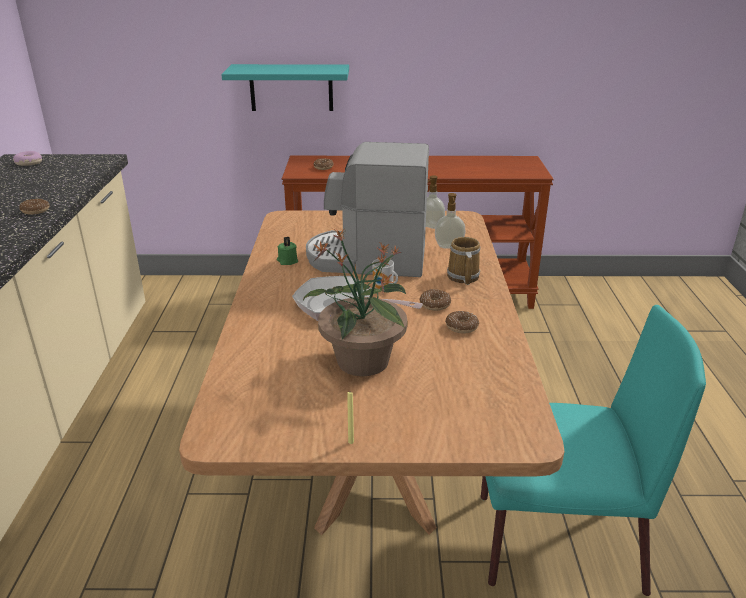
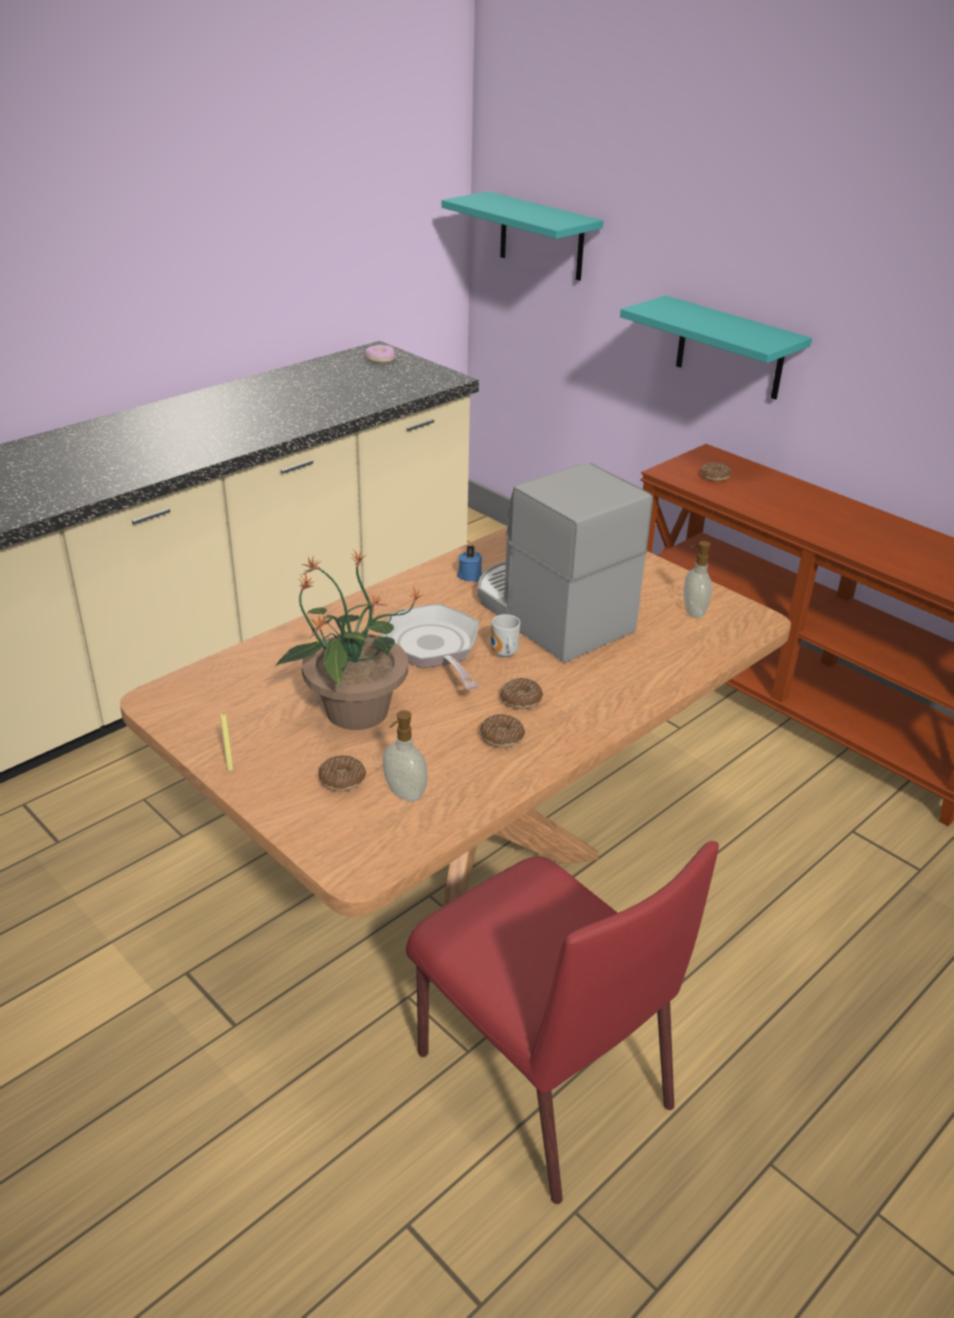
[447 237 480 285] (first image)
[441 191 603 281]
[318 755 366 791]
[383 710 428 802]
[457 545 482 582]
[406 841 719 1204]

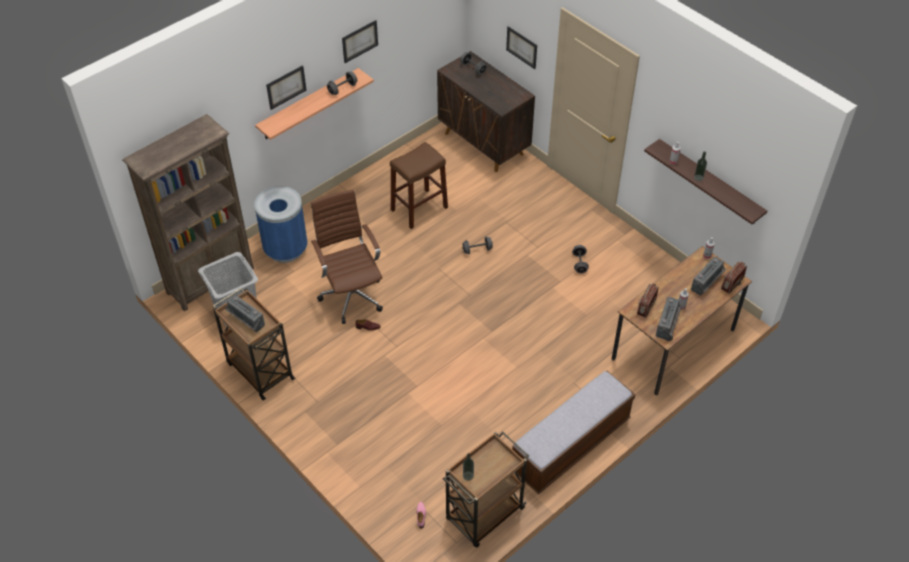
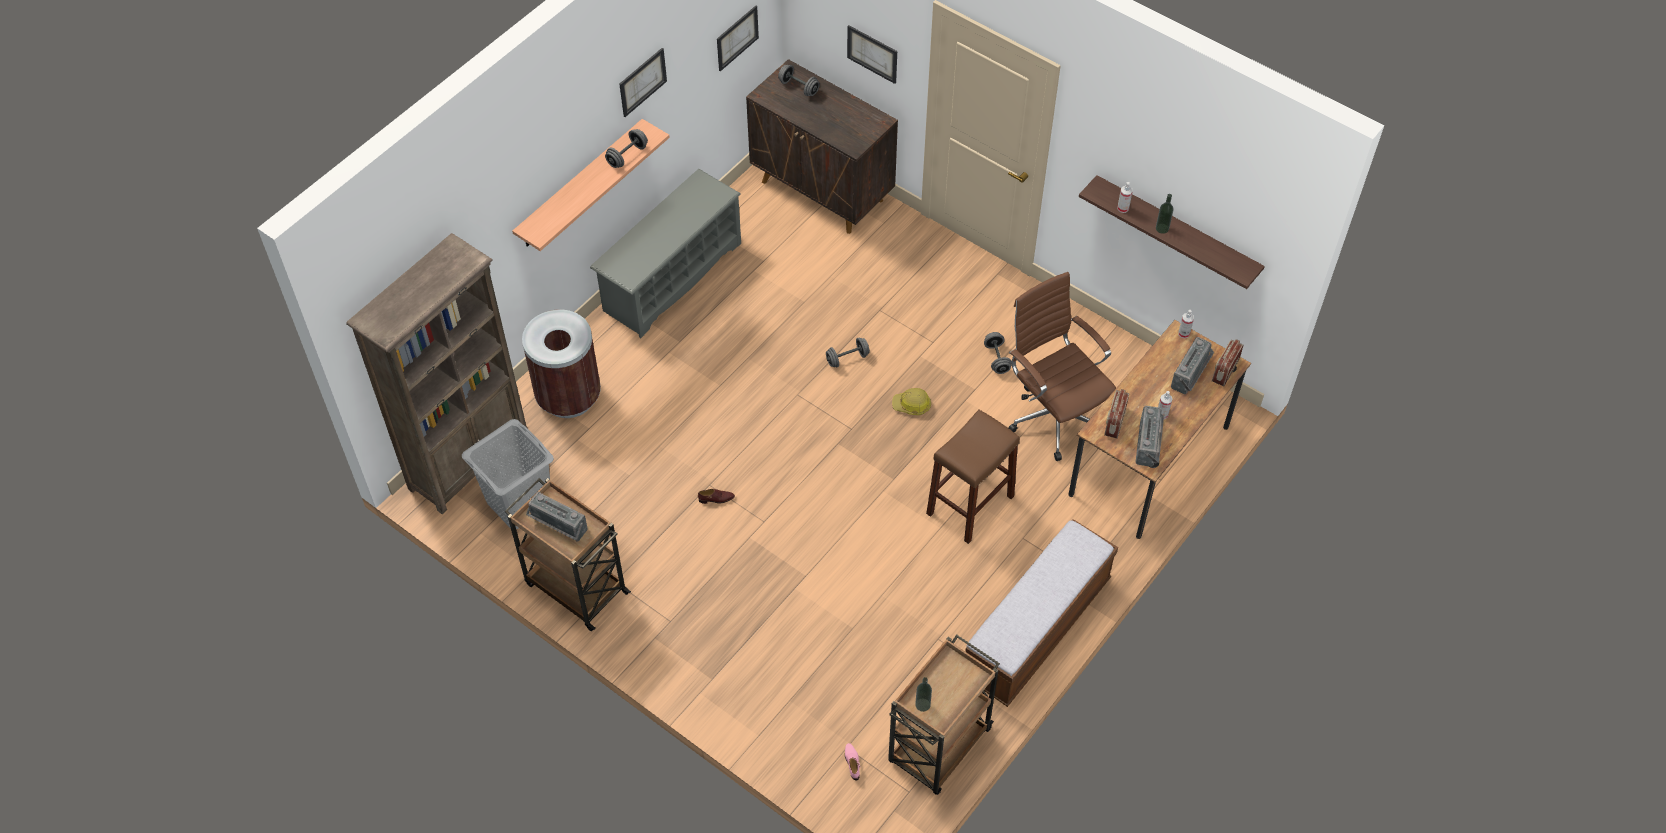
[590 169 741 338]
[892 388 931 415]
[717 6 759 71]
[1008 272 1116 461]
[926 409 1020 544]
[522 310 601 418]

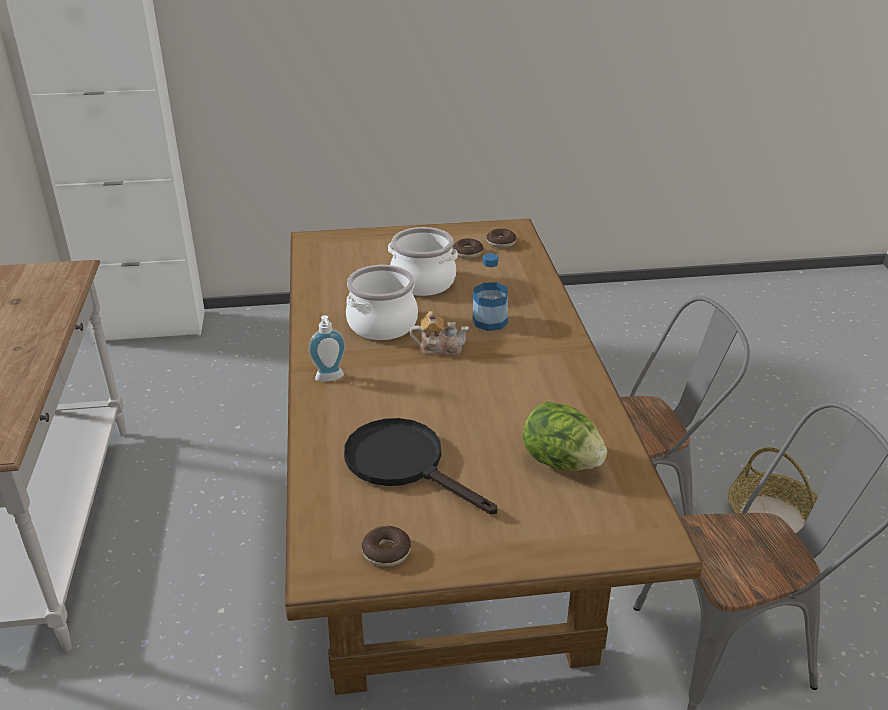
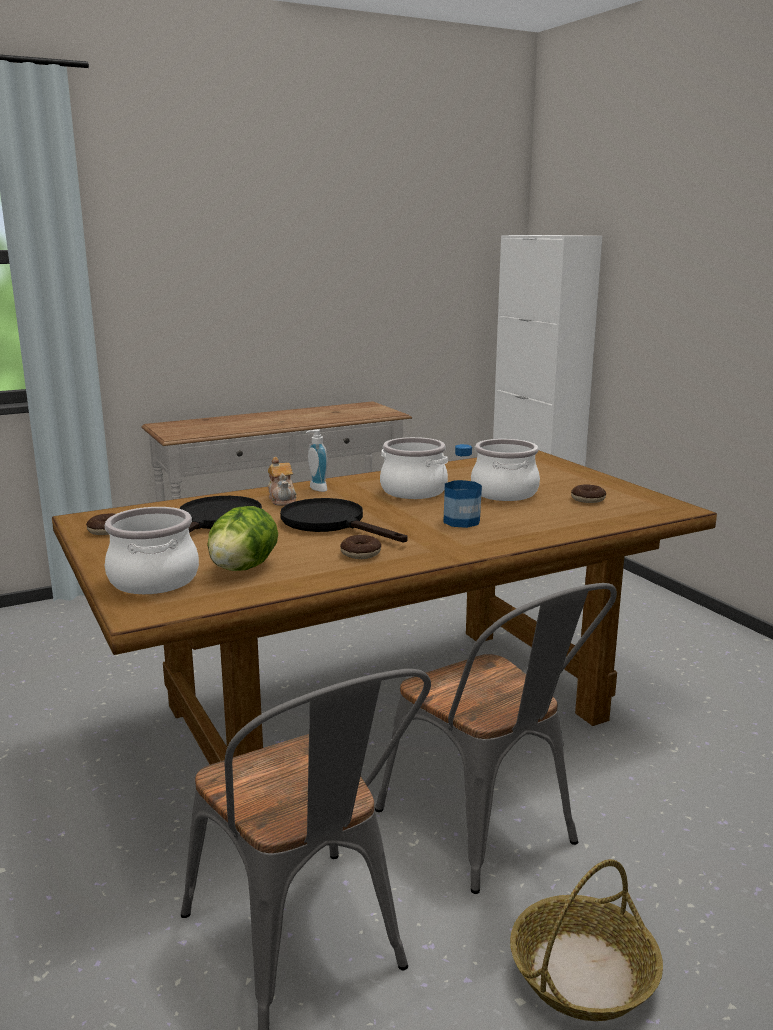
[105 507 199 594]
[280 498 408 542]
[268 457 297 506]
[340 535 381 559]

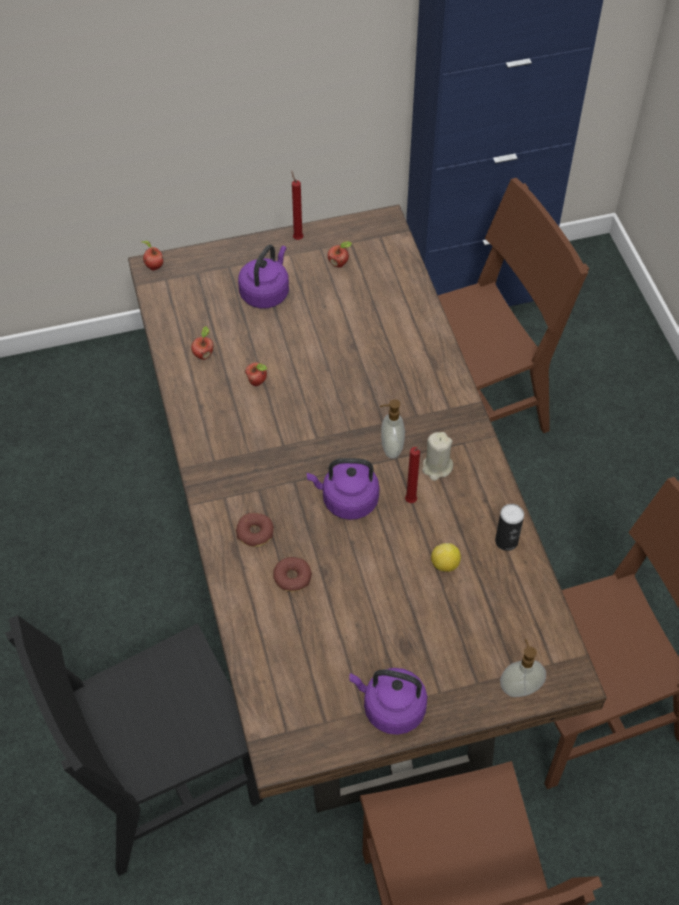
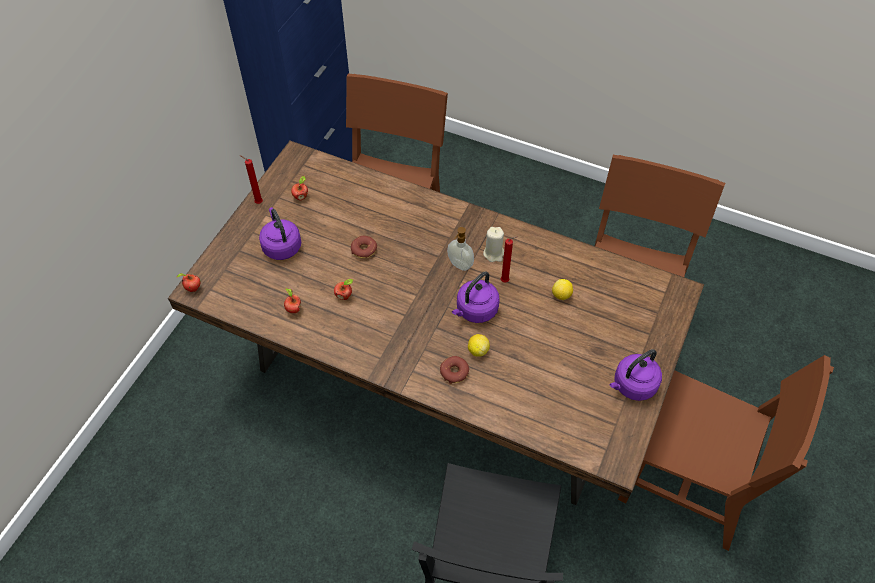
[495 504 524 551] (first image)
[500 639 546 697] (first image)
[468 334 490 357]
[351 236 377 258]

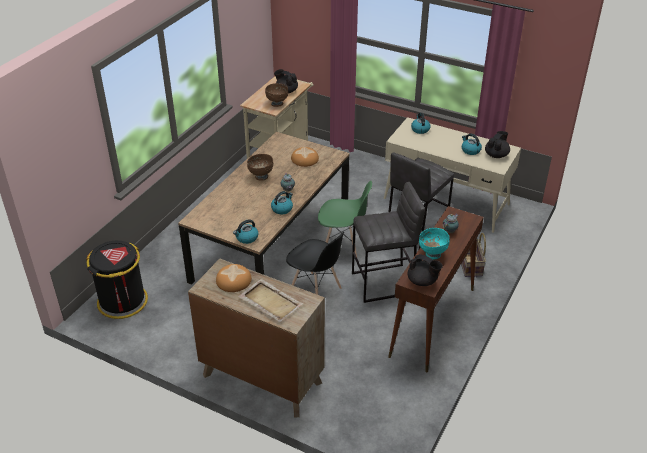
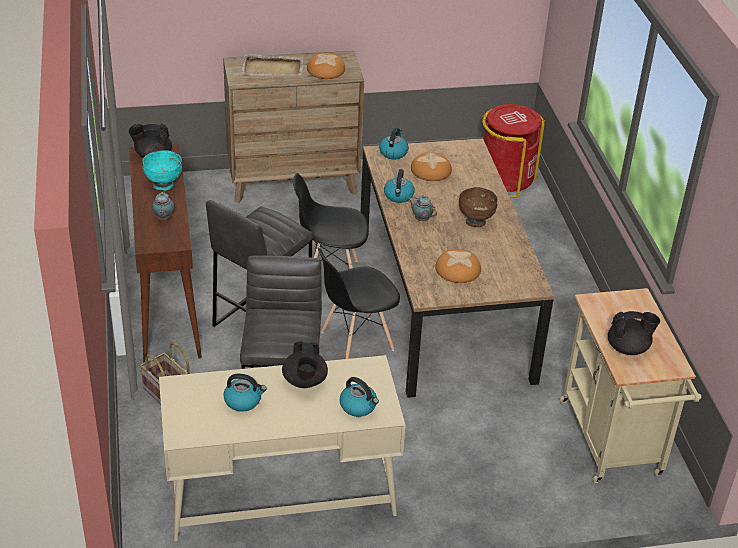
[265 83 288 107] (first image)
[411 152 452 181]
[282 341 328 388]
[482 104 545 198]
[318 248 400 359]

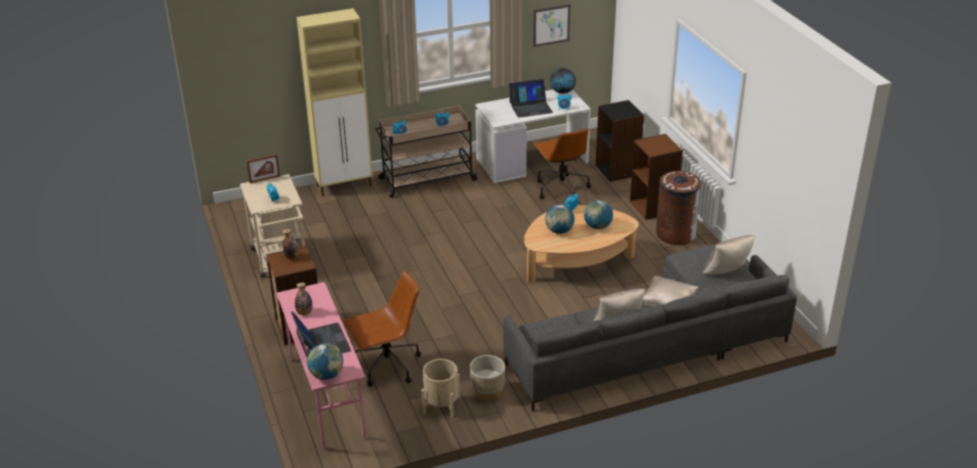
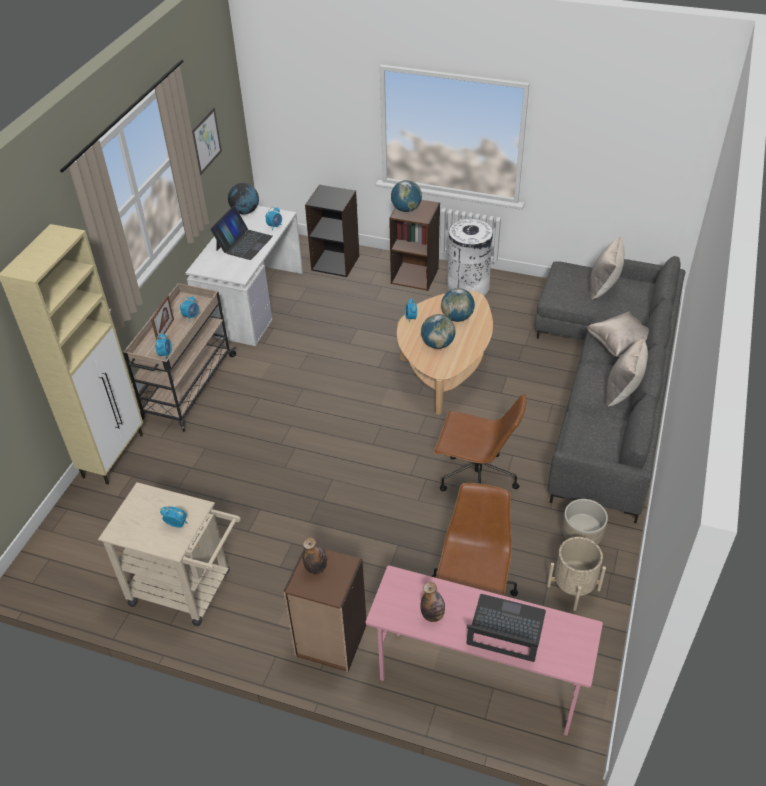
[151 295 174 340]
[391 180 422 212]
[434 394 527 491]
[447 219 493 296]

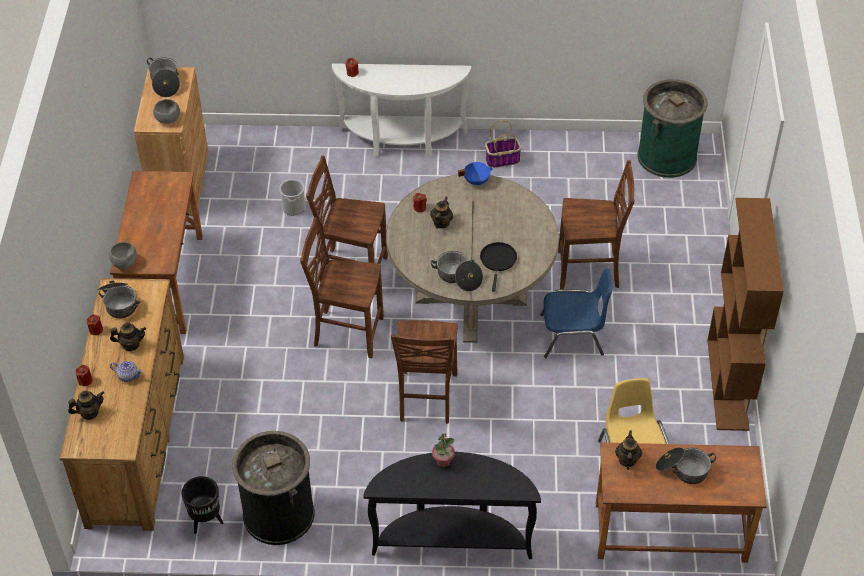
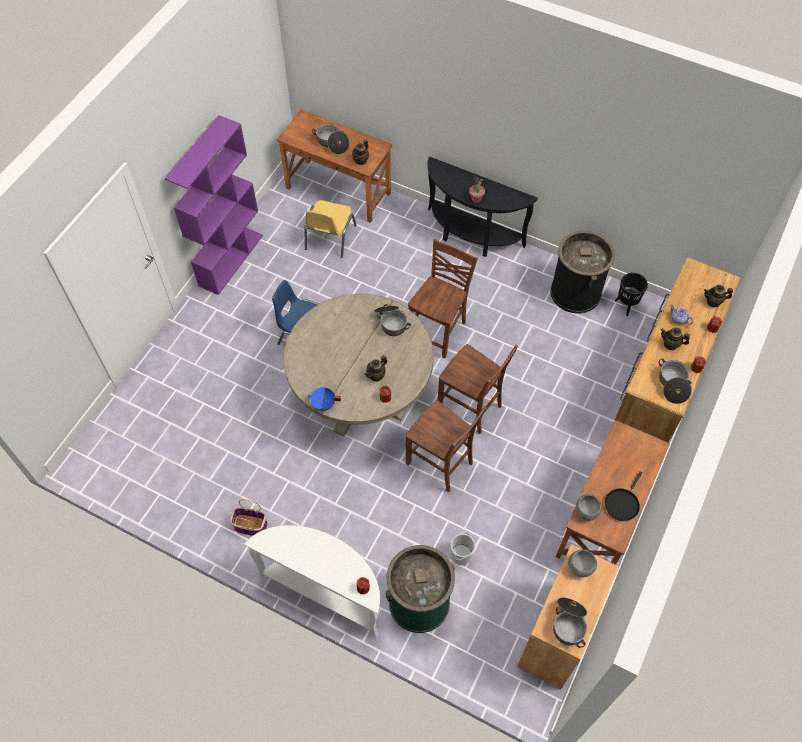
[558 160 635 289] (first image)
[576 494 602 521]
[605 471 642 521]
[386 545 455 633]
[165 115 263 295]

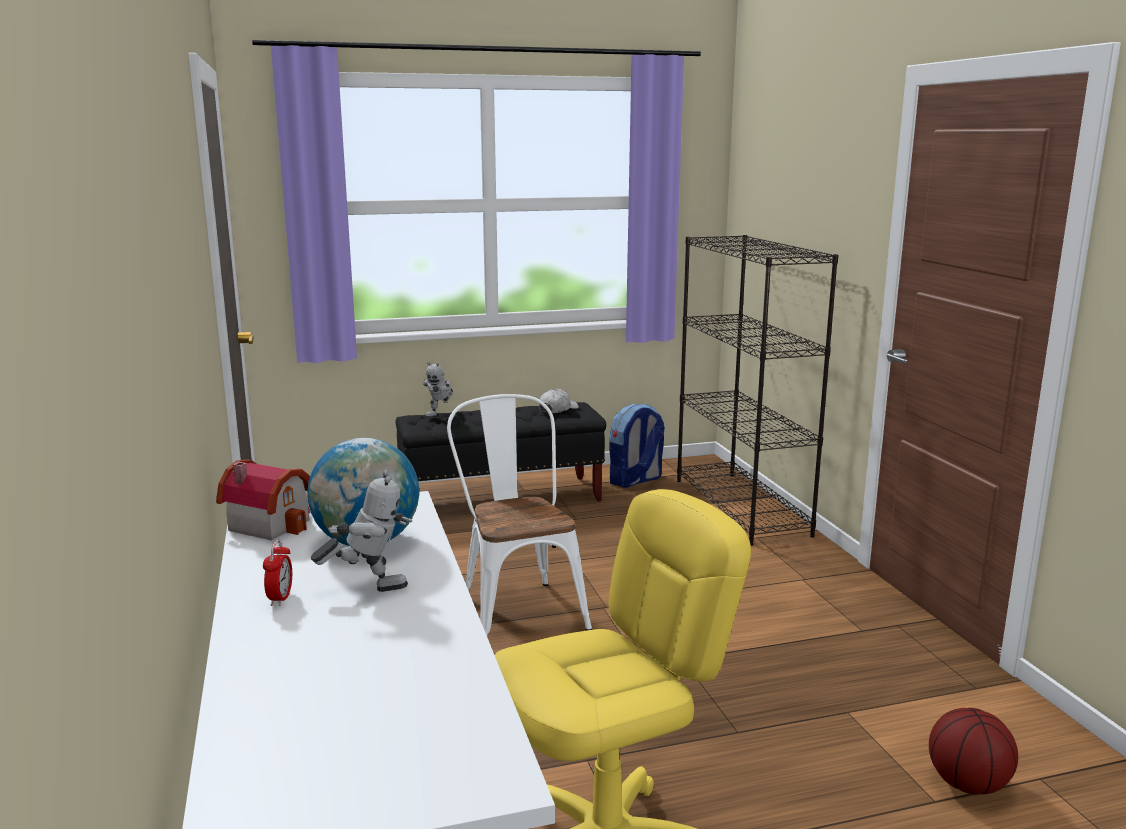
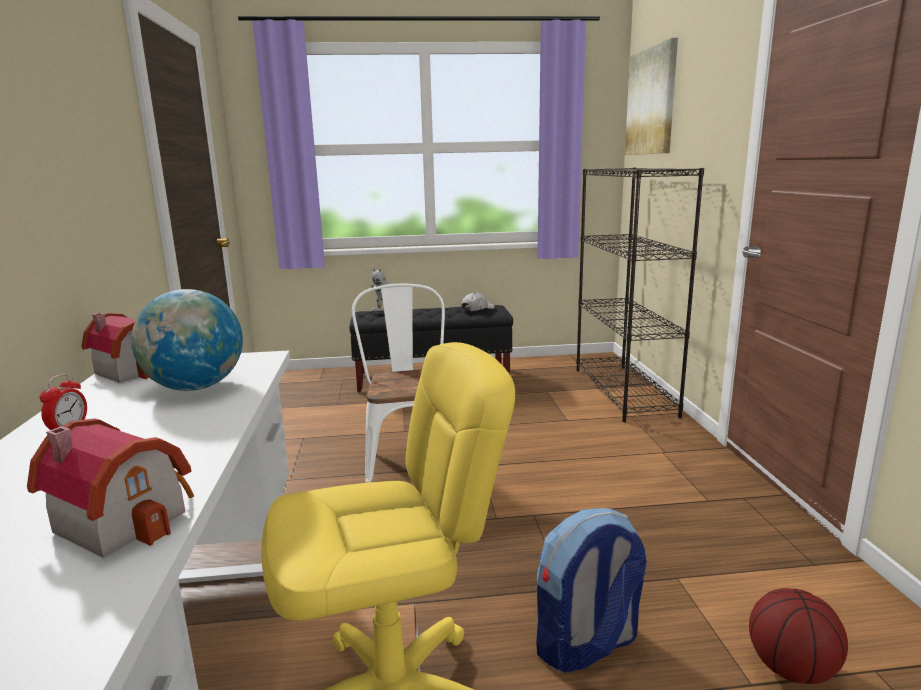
[311 470 412 592] (first image)
[27 418 194 558]
[625 38 678 155]
[536 508 647 673]

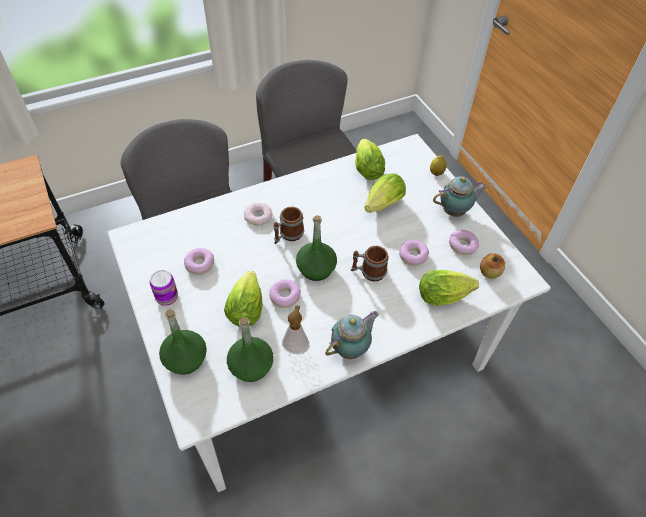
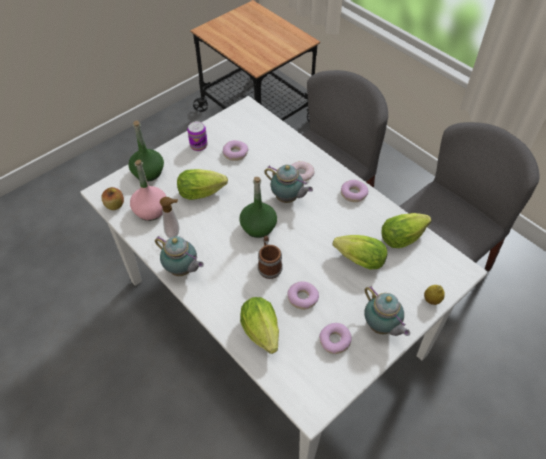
[341 180 368 202]
[101 187 124 210]
[264 165 313 203]
[130 160 166 221]

